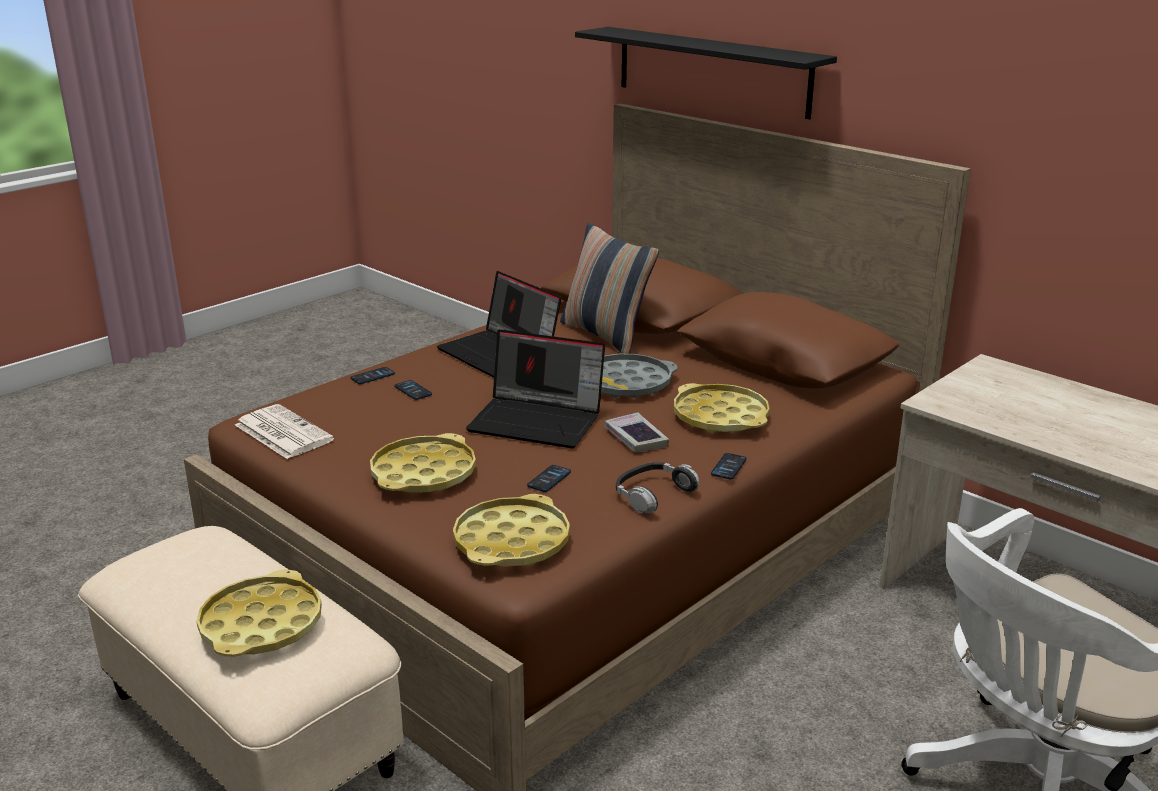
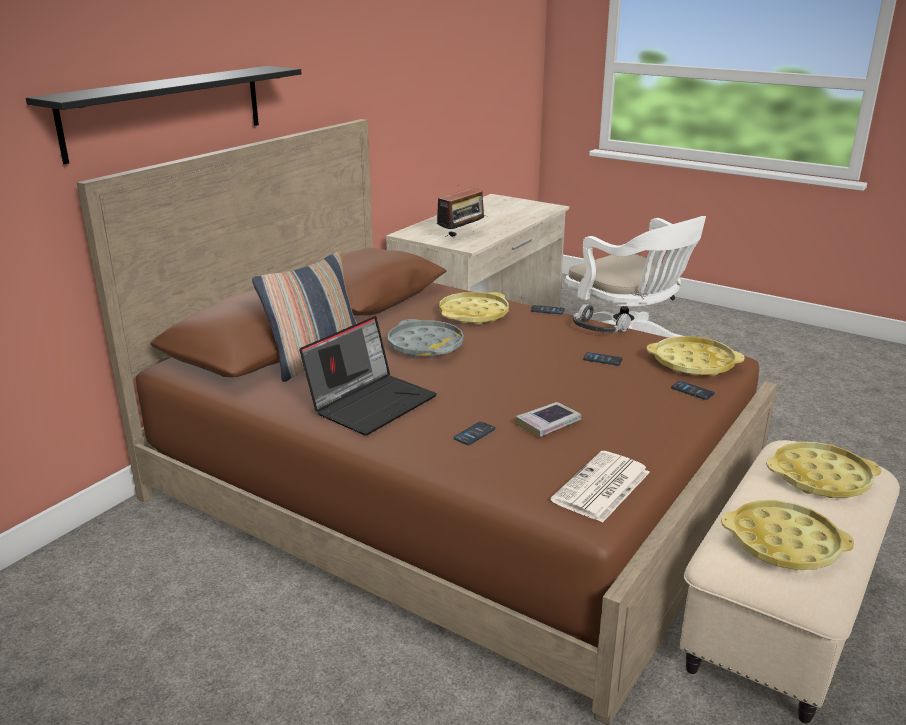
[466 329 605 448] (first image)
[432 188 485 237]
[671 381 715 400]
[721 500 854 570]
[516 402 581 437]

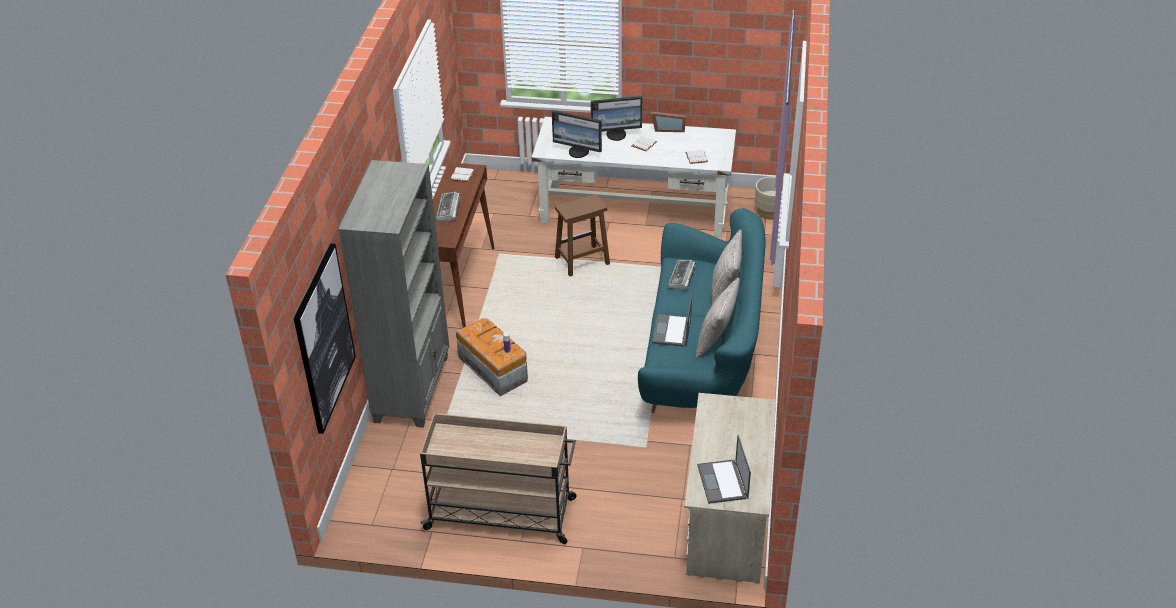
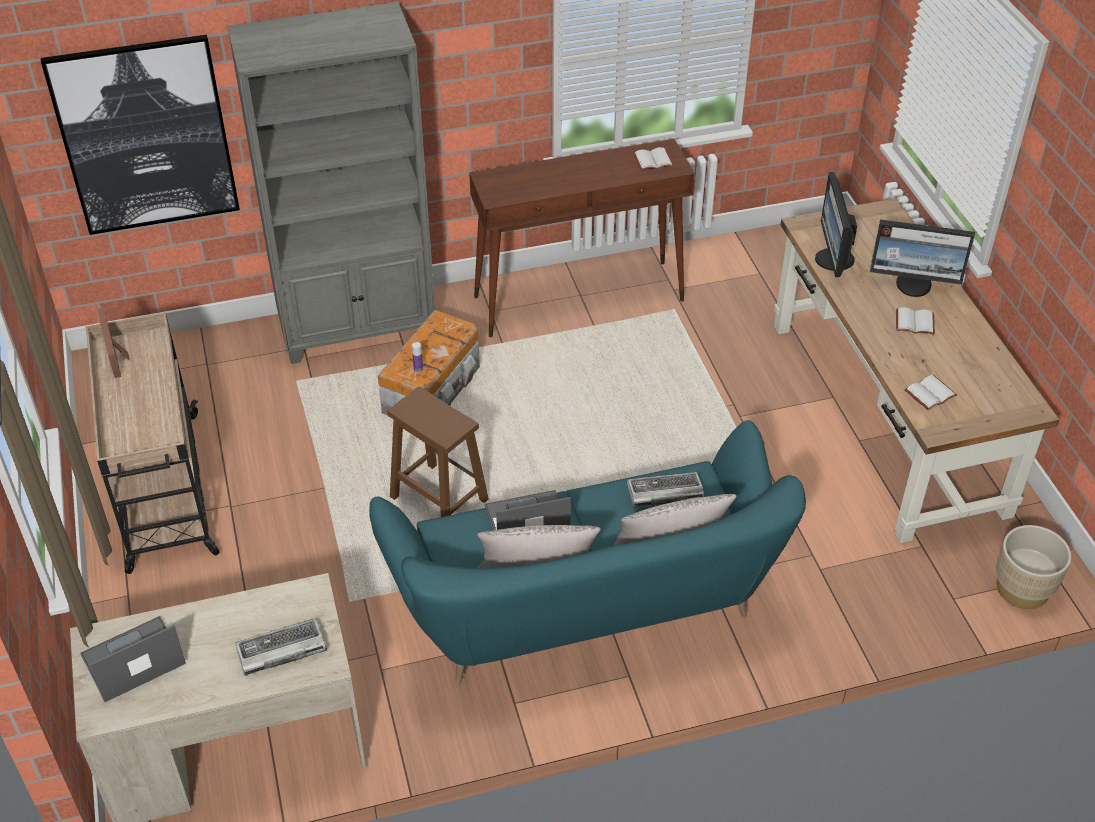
[235 618 327 676]
[387 386 489 517]
[97 308 130 378]
[774 198 1060 543]
[870 220 975 297]

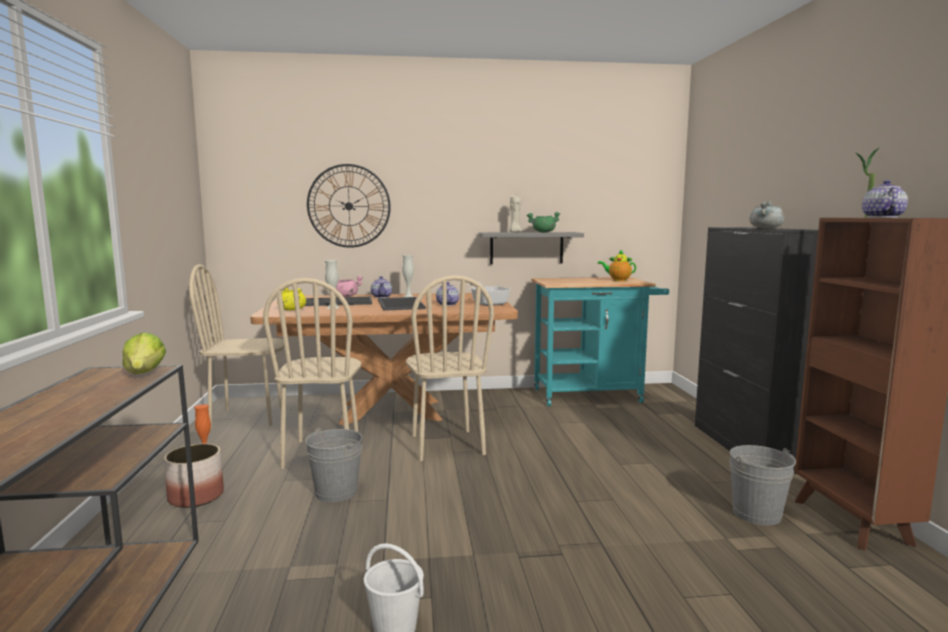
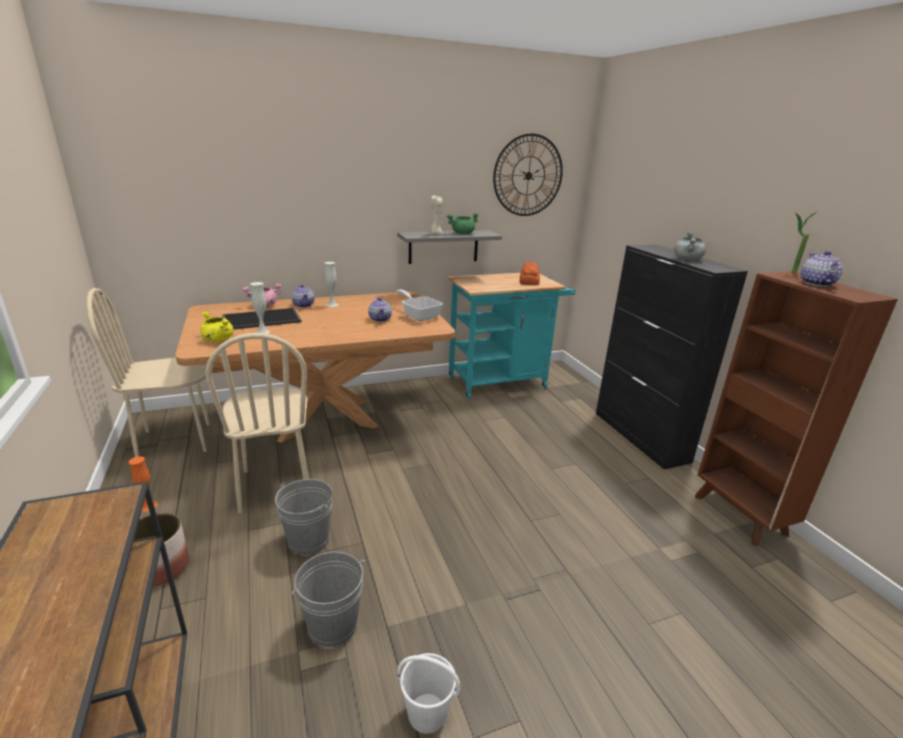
[122 333 166 374] (first image)
[378 297 426 311] (first image)
[406 275 494 461] (first image)
[493 133 563 216]
[292 551 366 647]
[519 262 540 285]

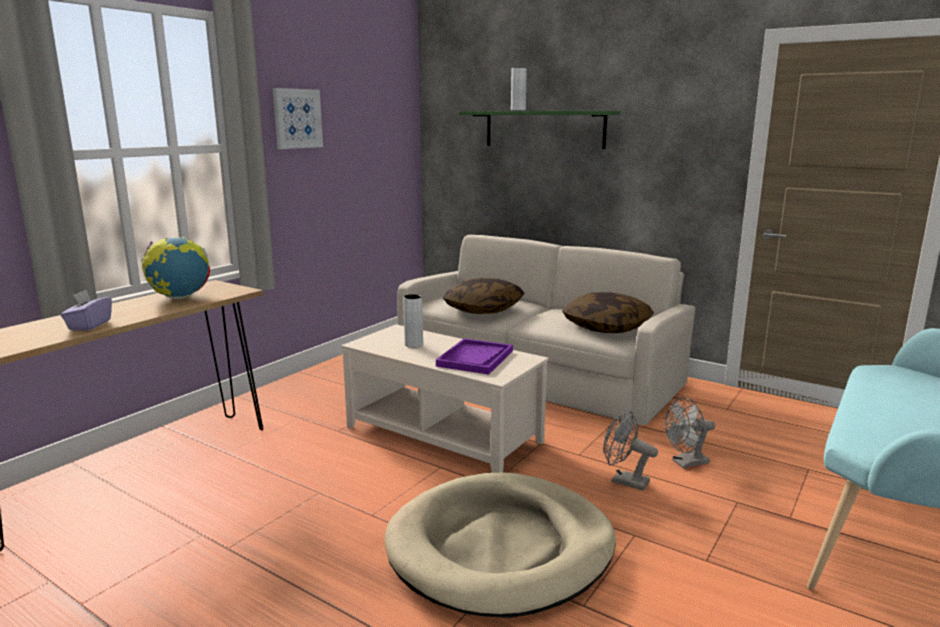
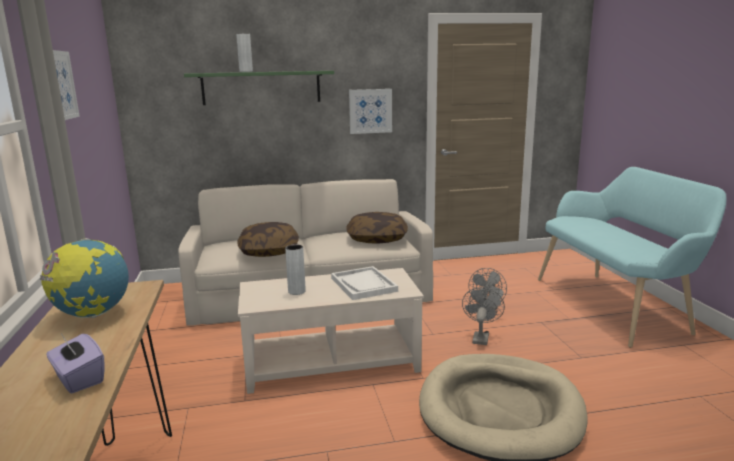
[349 89 392 134]
[331 266 398 300]
[462 287 505 345]

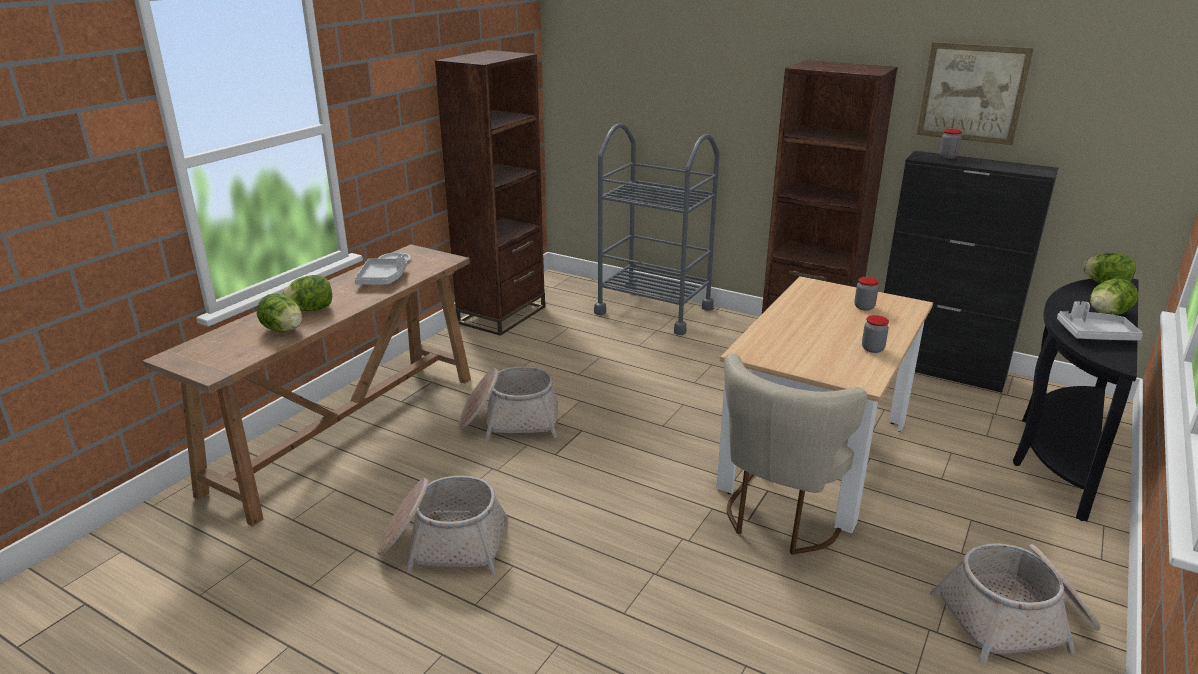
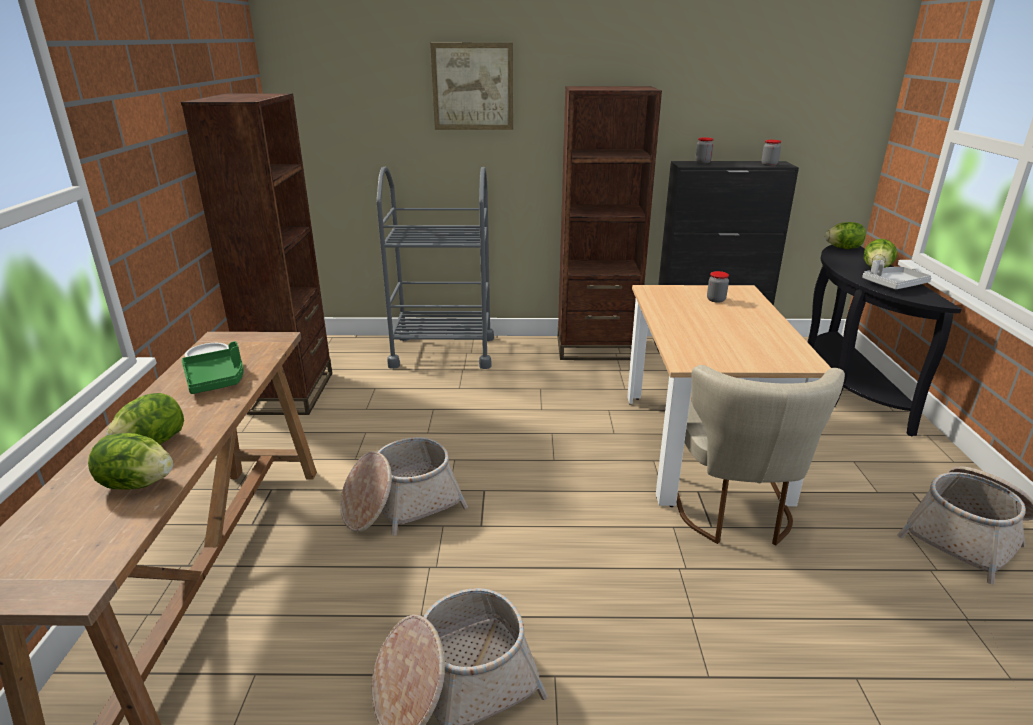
[761 140 781 166]
[430 43 513 130]
[182 341 244 394]

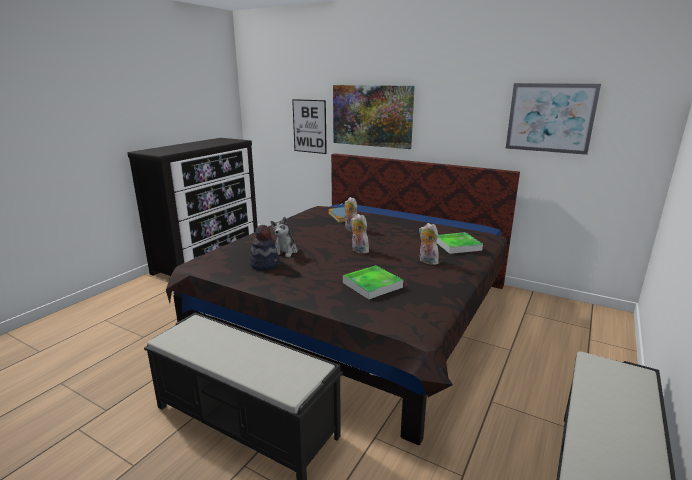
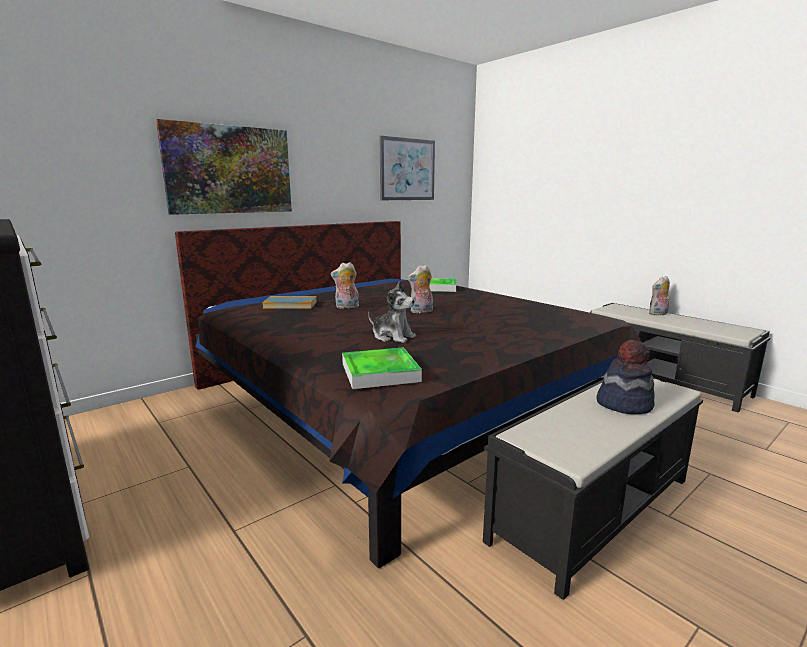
[292 99 327 154] (first image)
[597 340 655 414]
[342 347 422 389]
[649 276 670 316]

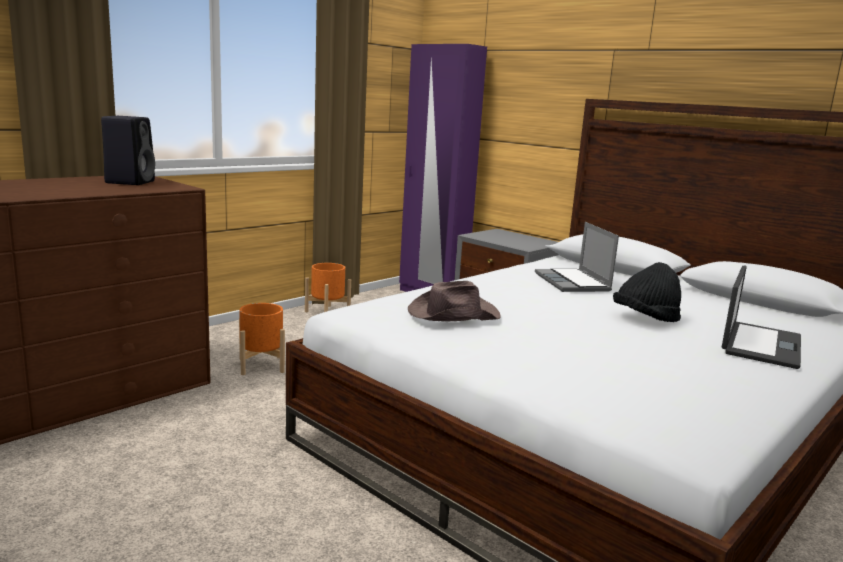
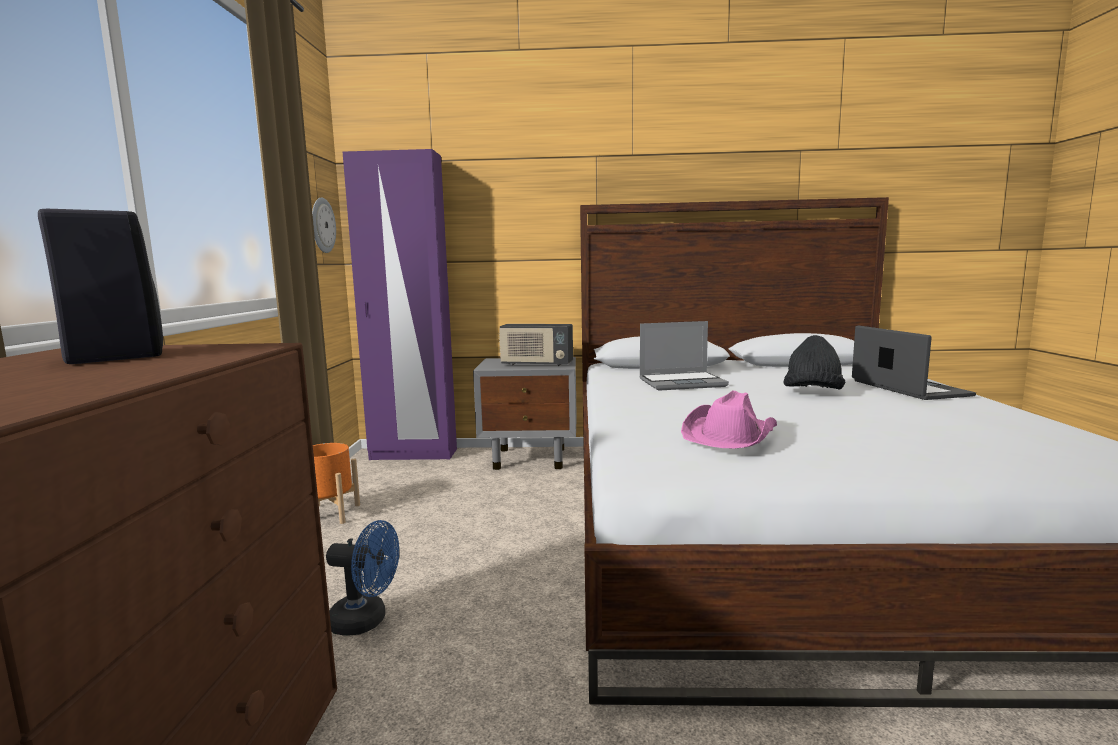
[312 198 336 253]
[499 324 573 366]
[326 520 399 636]
[681 390 777 449]
[639 321 729 391]

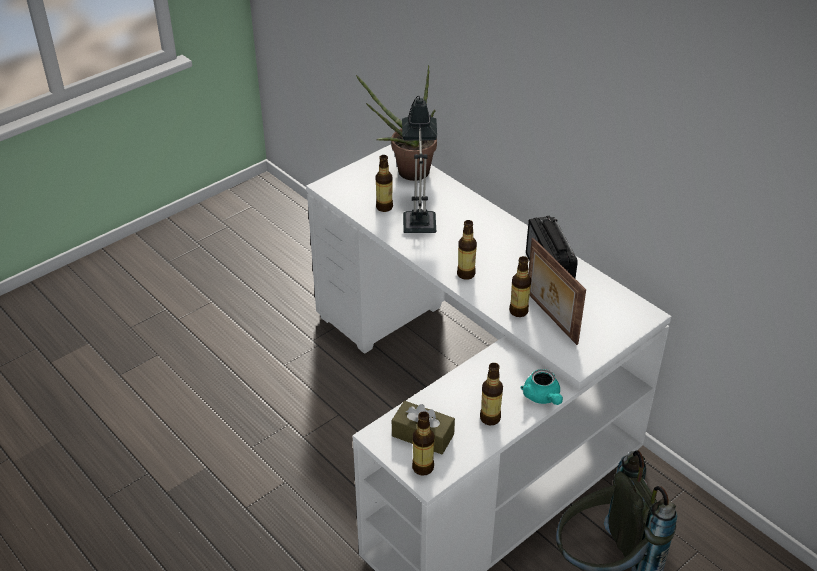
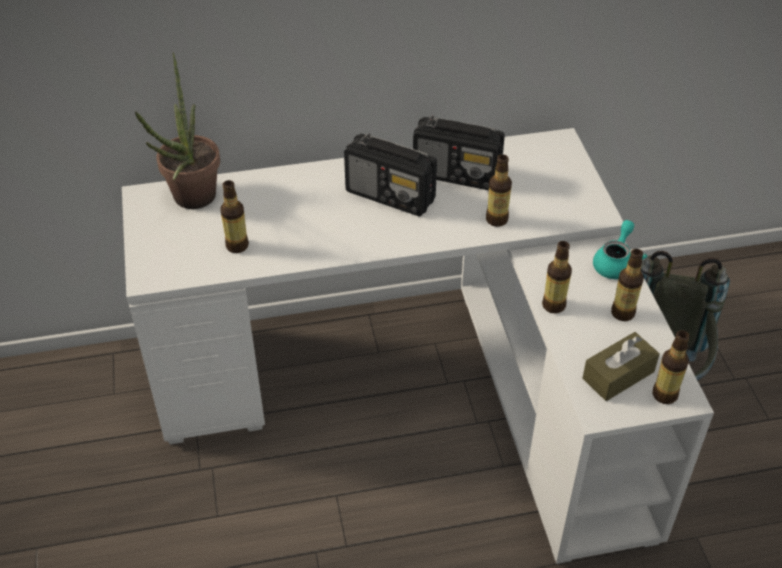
[402 96 437 233] (first image)
[528 238 586 345] (first image)
[344 134 437 216]
[542 241 572 314]
[593 220 647 279]

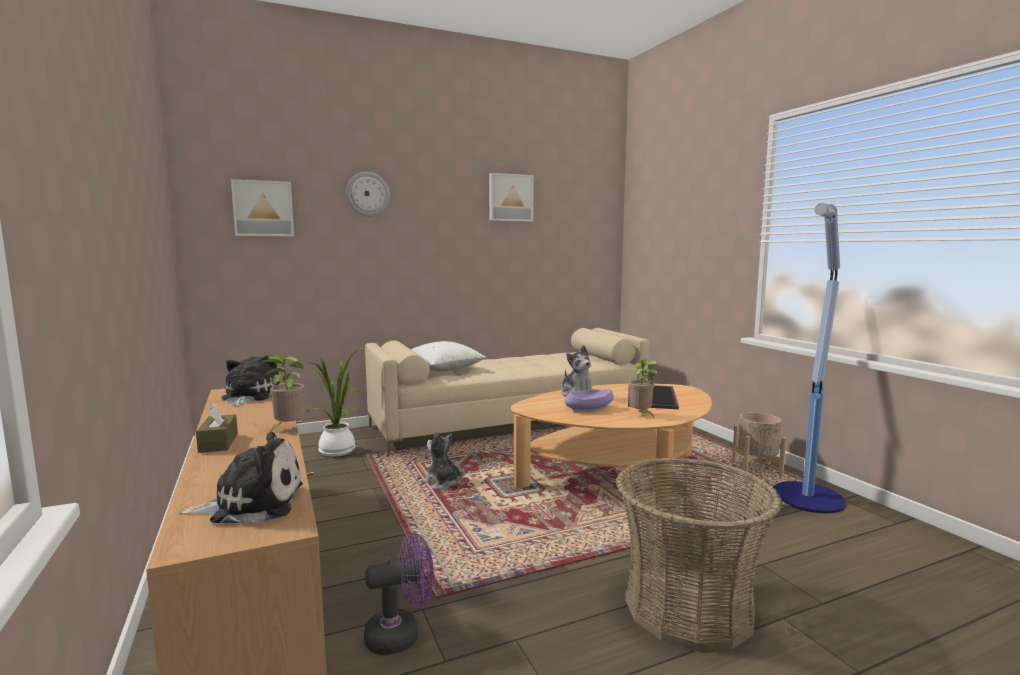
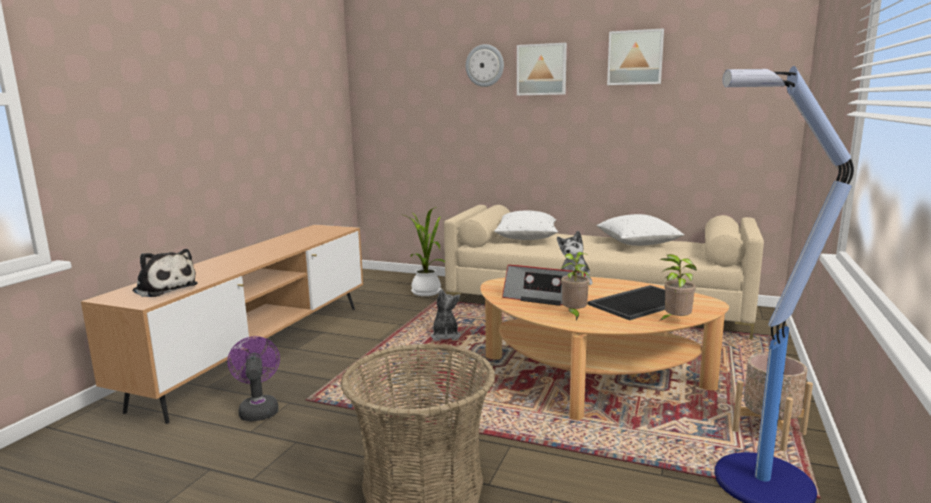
[196 402 238 453] (first image)
[221 355 280 407] (first image)
[596 214 684 246]
[517 43 567 95]
[658 254 697 322]
[502 265 585 306]
[227 336 280 422]

